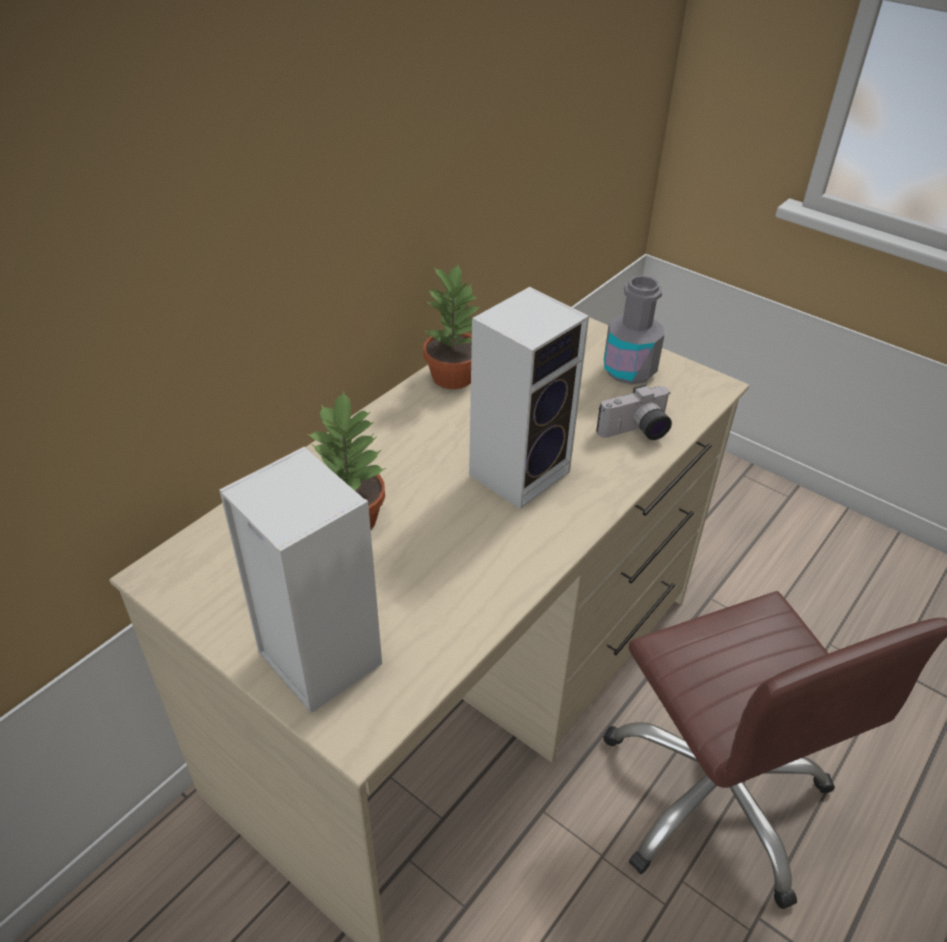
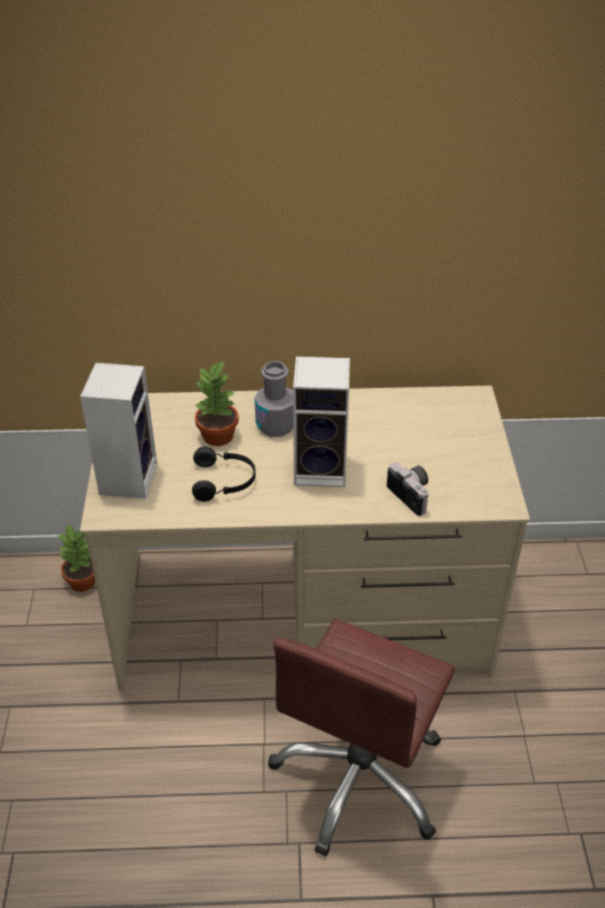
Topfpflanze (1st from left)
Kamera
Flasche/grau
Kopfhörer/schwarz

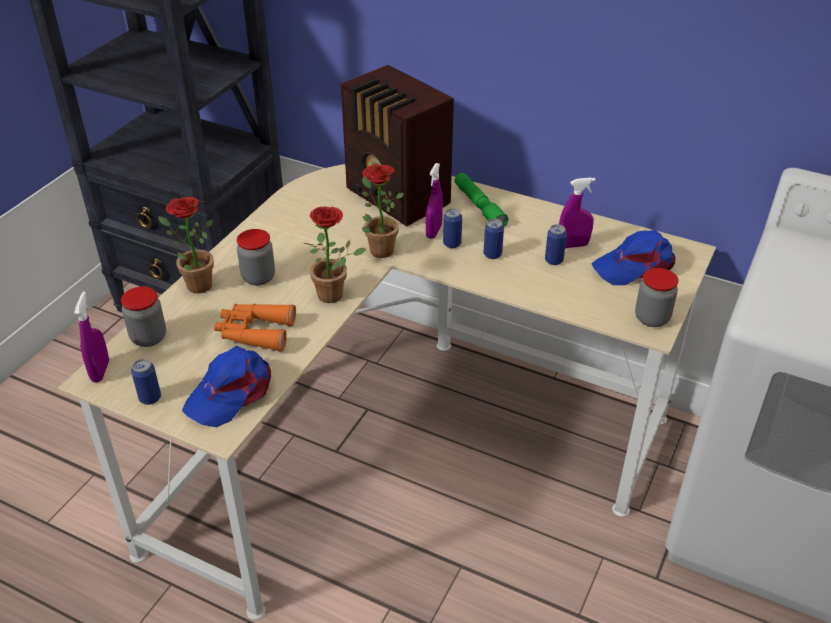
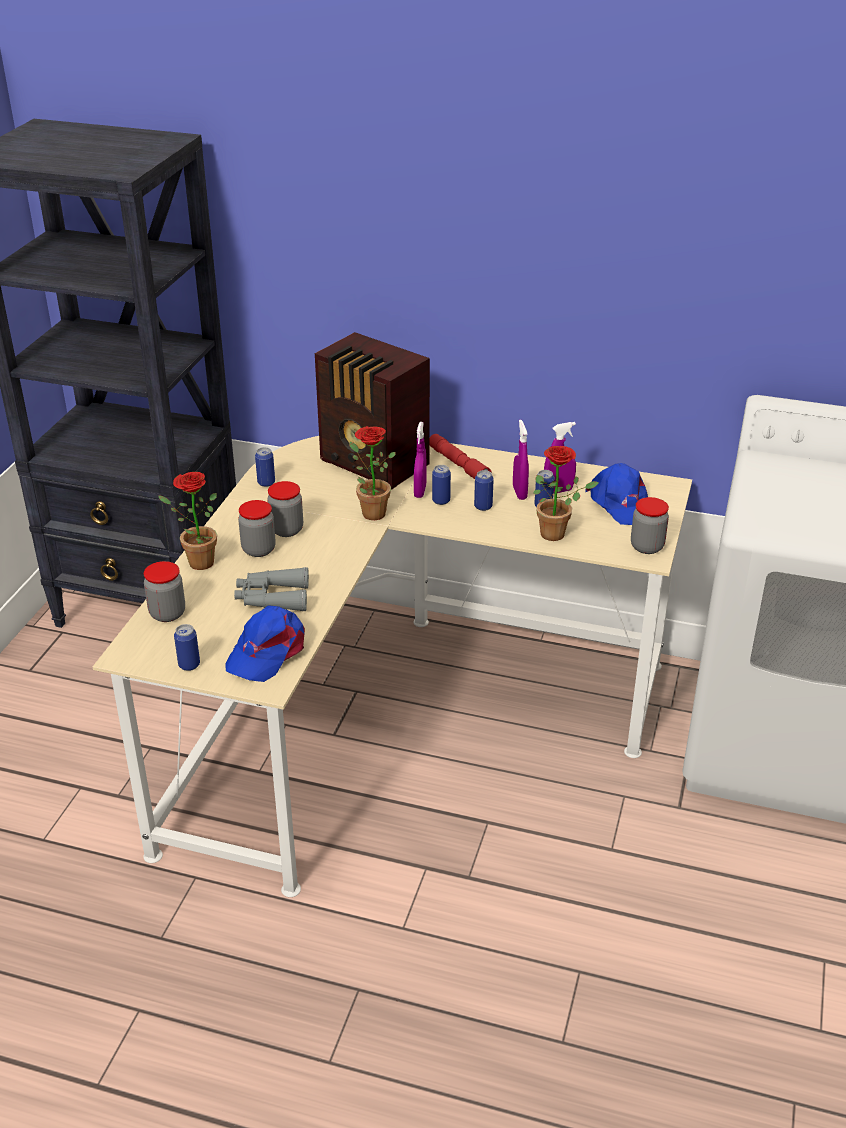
Sprühflasche/lila (2nd from left)
Fernglas/grau
Topfpflanze (3rd from left)
Taschenlampe/rot
Kappe/blau (2nd from left)
Dose (2nd from left)
Vorratsglas (3rd from left)

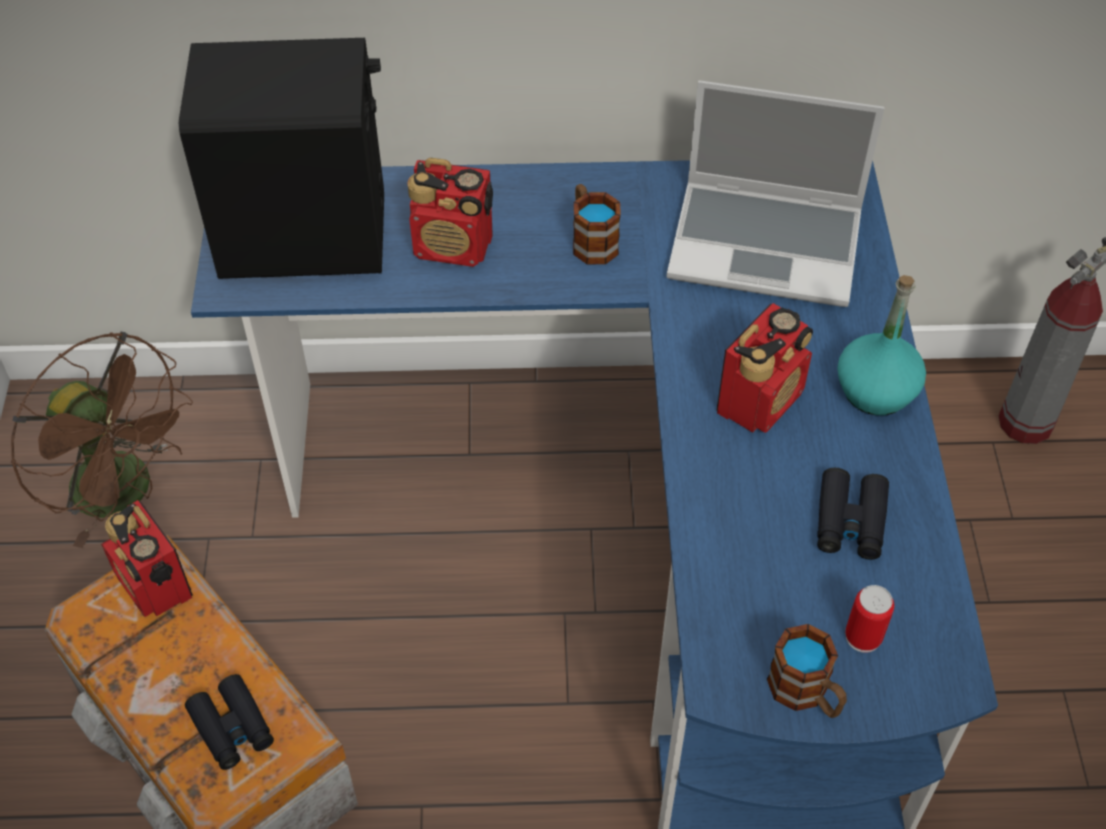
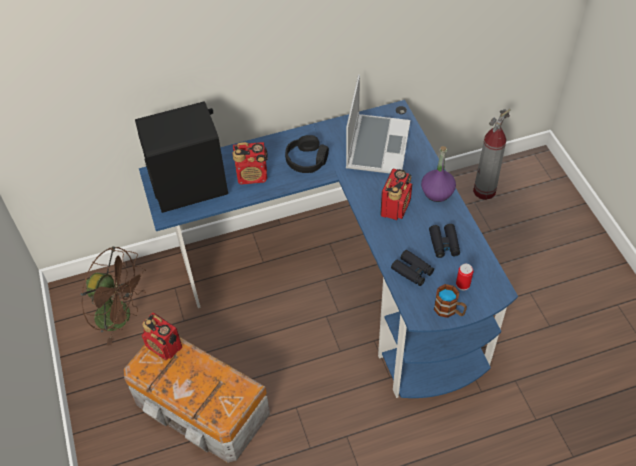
Fernglas/schwarz (1st from left)
Kopfhörer/schwarz
Laptop
Flasche/lila

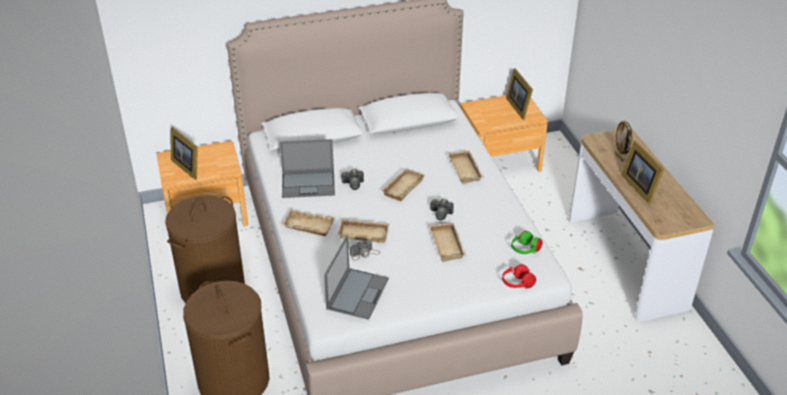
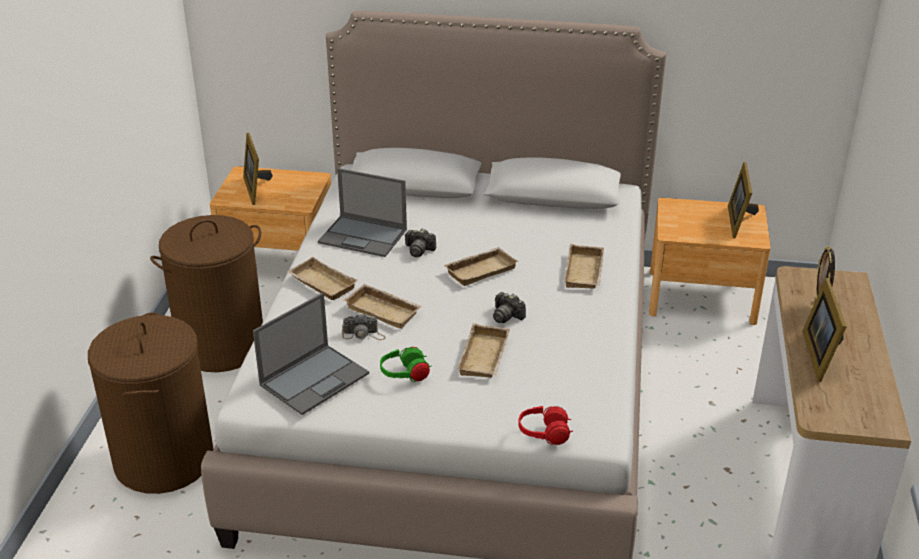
Kopfhörer/grün

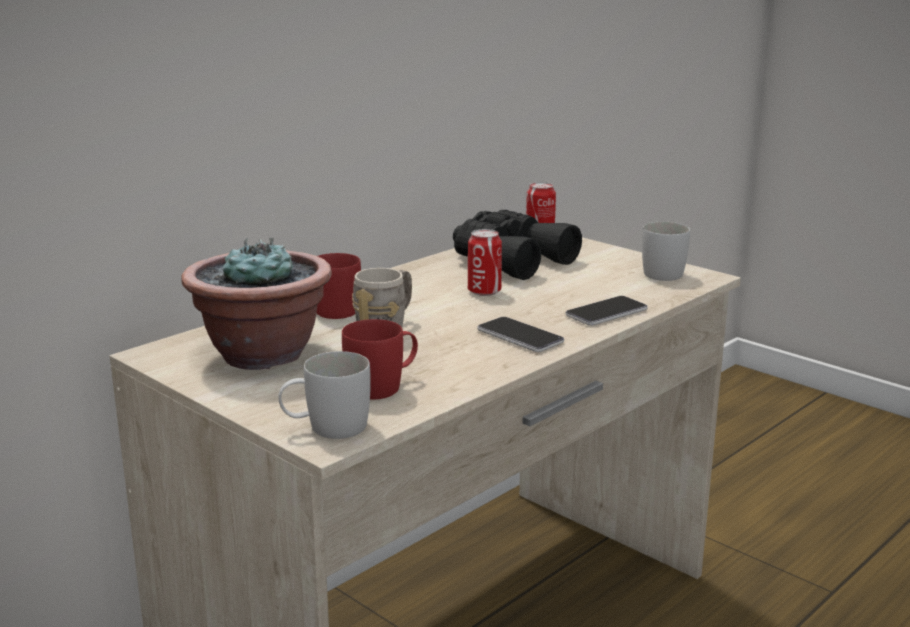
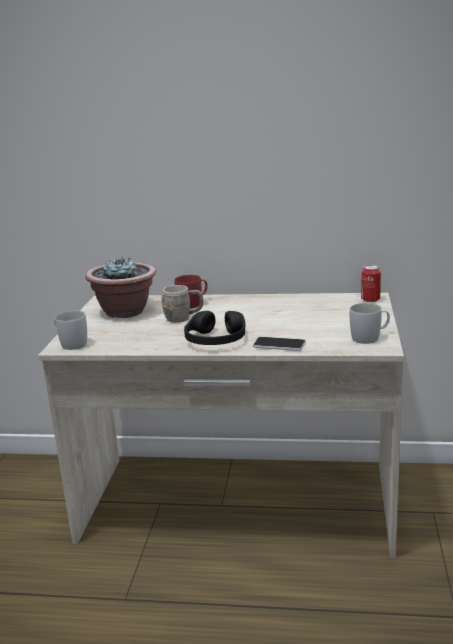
Henkelbecher/rot (2nd from left in the first image)
Fernglas/schwarz
Dose (1st from left in the first image)
Kopfhörer/schwarz

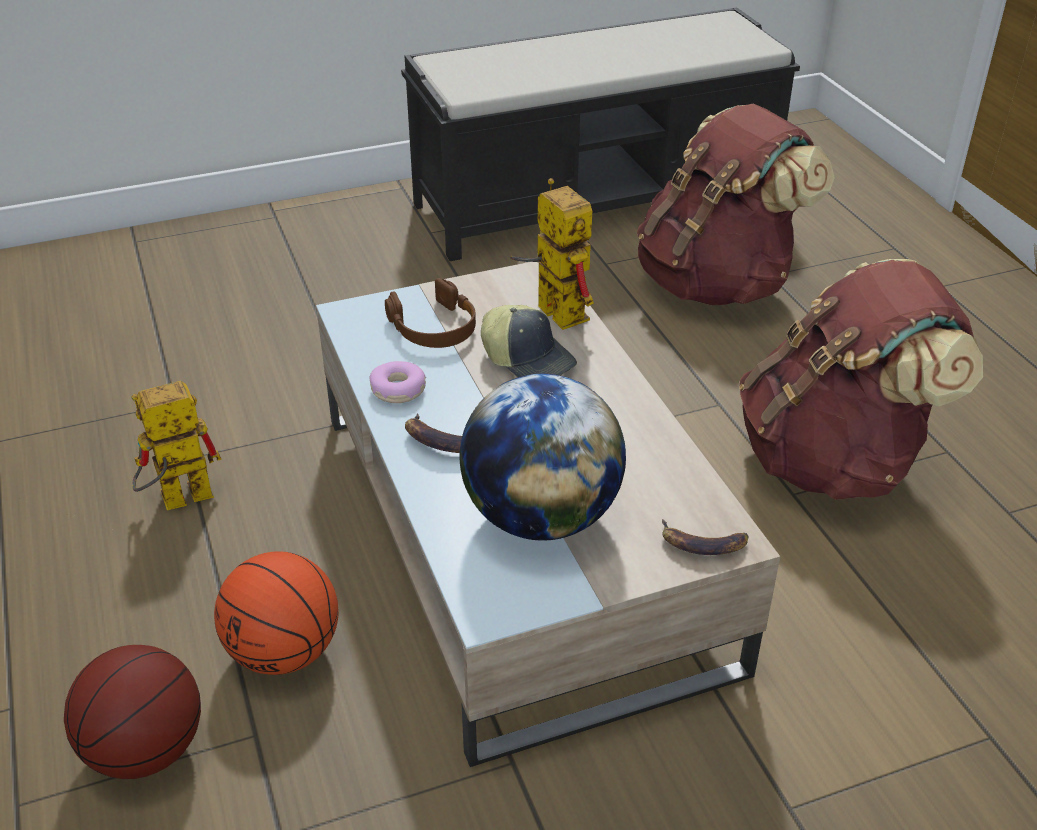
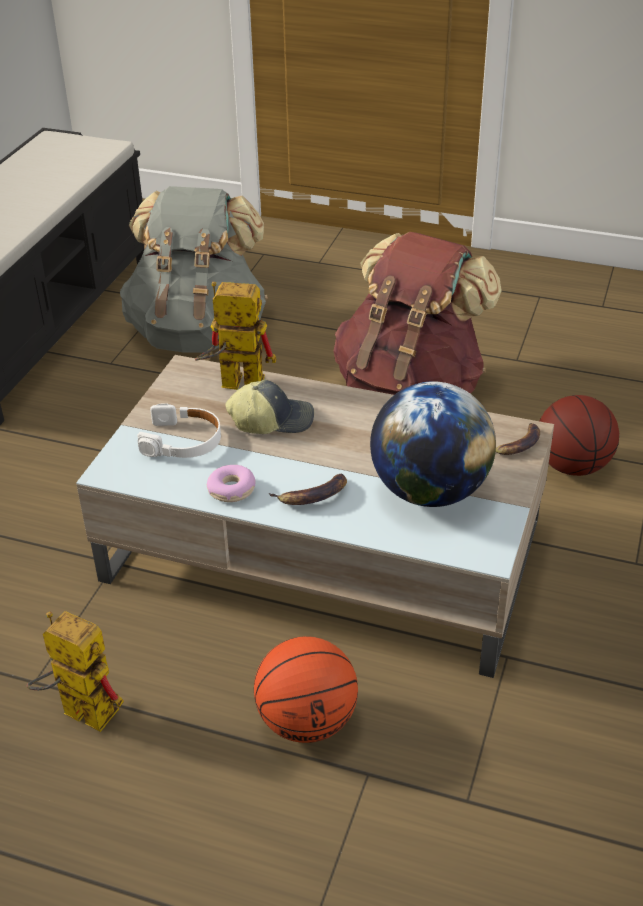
Basketball (2nd from left)
Spielzeugroboter (1st from left)
Kopfhörer/weiß
Rucksack/grau

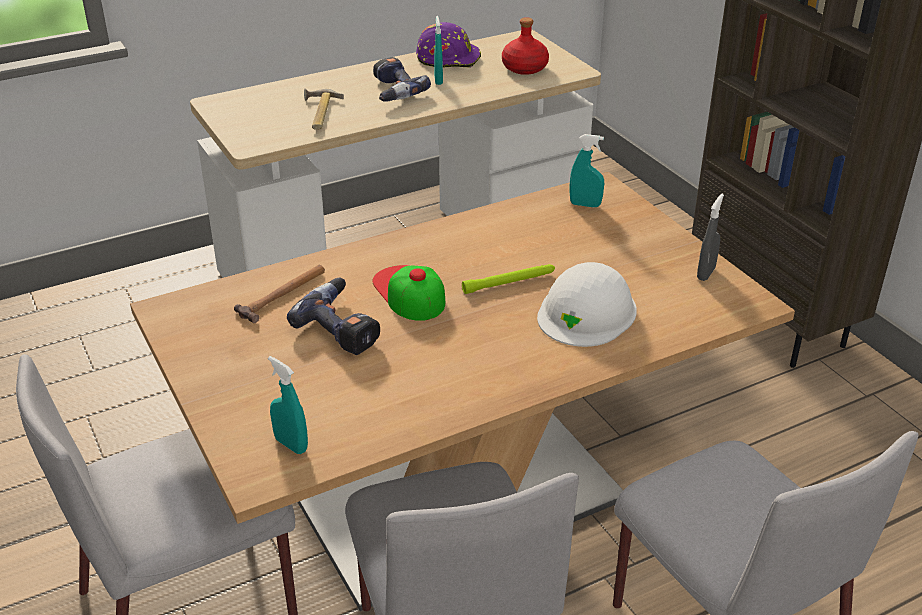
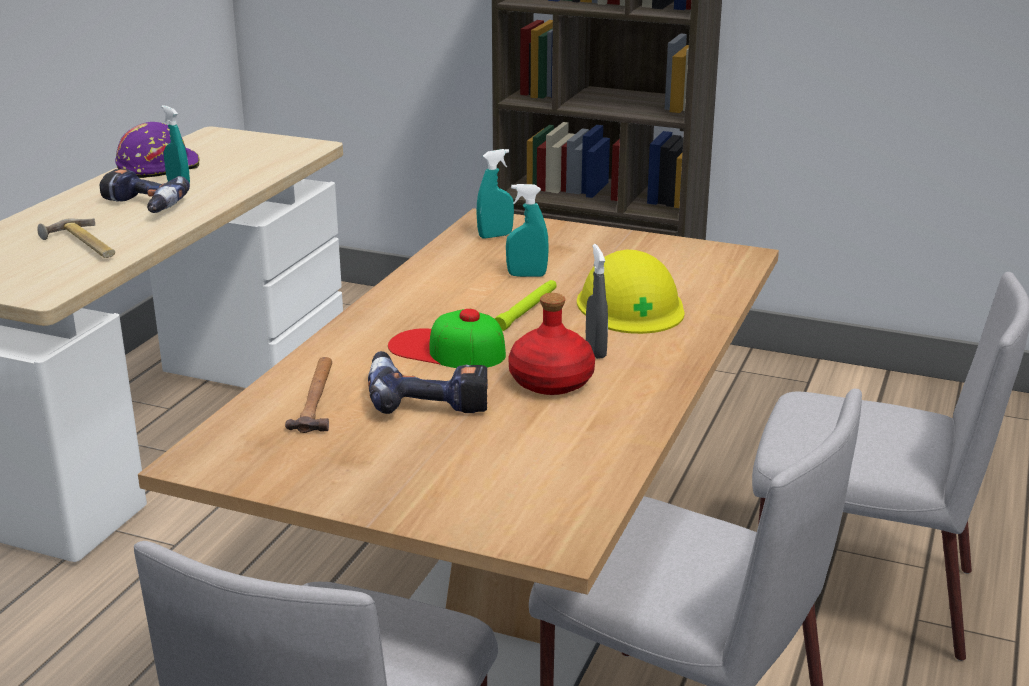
Sprühflasche/türkis (3rd from left)
Flasche/rot
Schutzhelm/gelb
Sprühflasche/grau

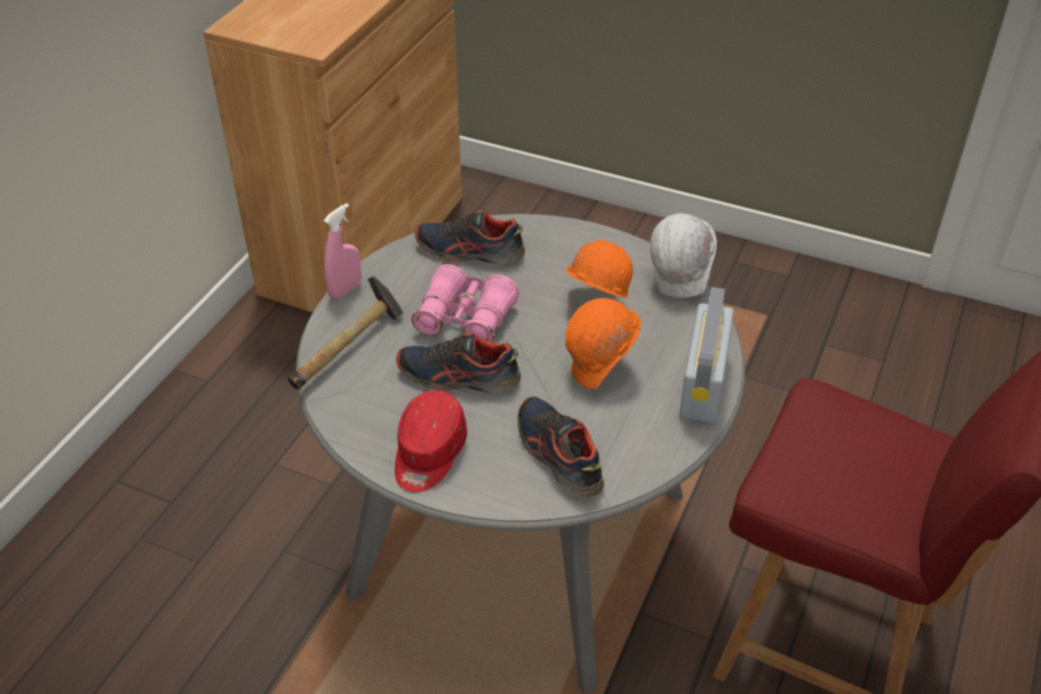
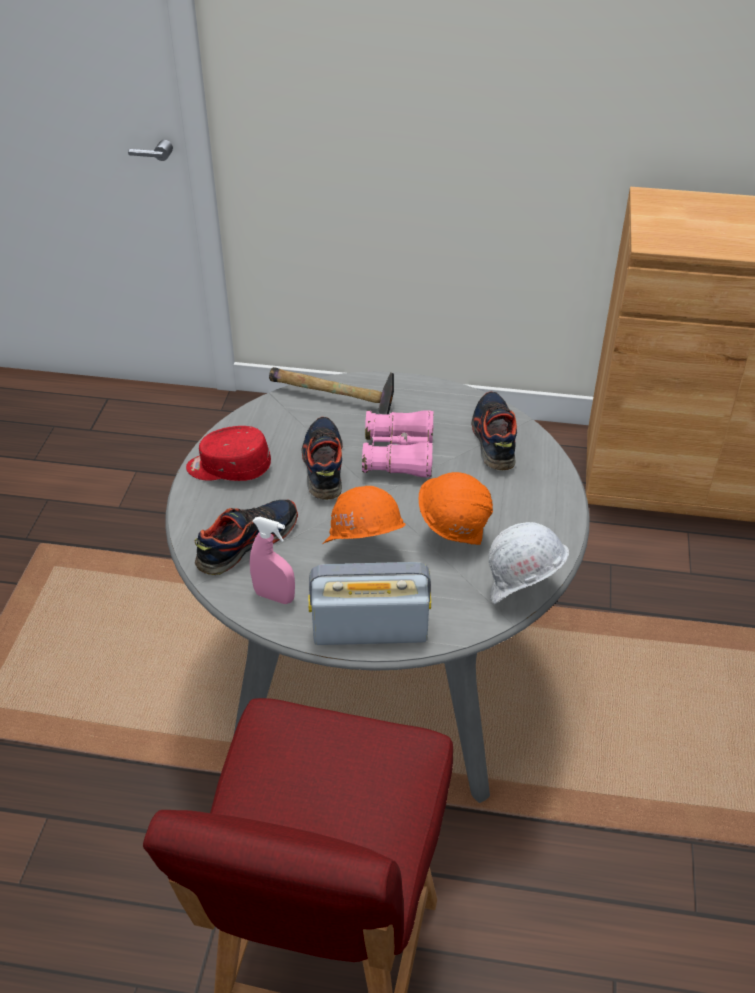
Sprühflasche/rosa

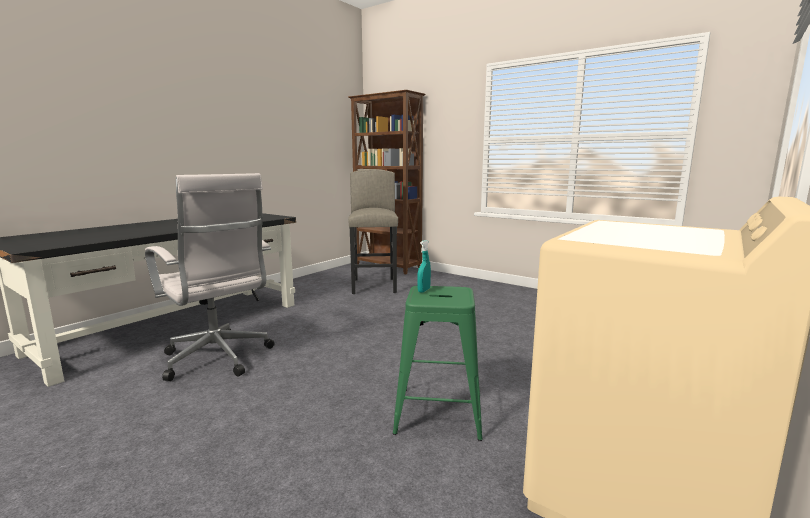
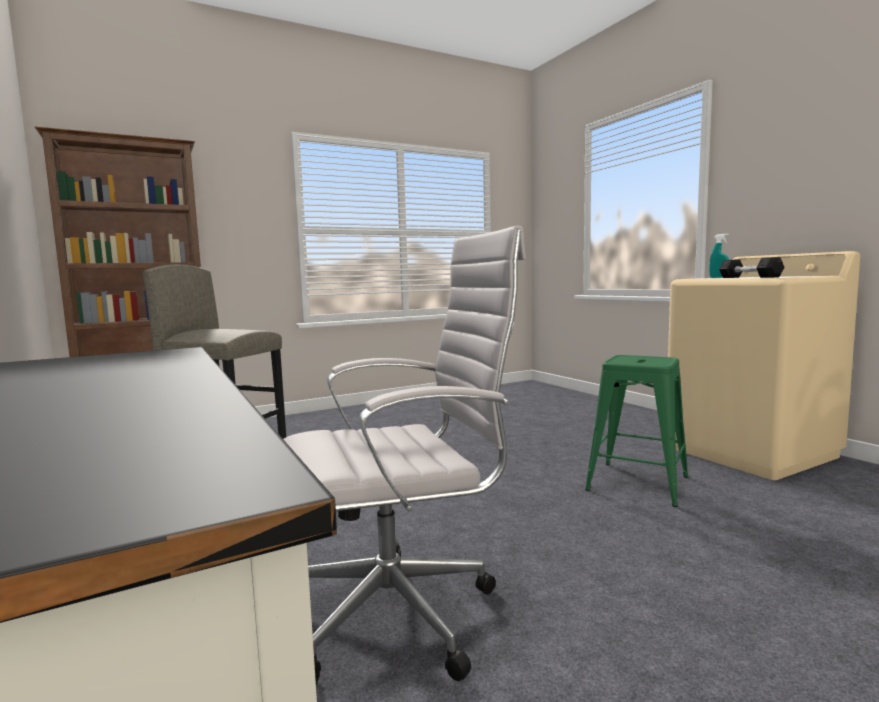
Sprühflasche/türkis
Hantel/schwarz

